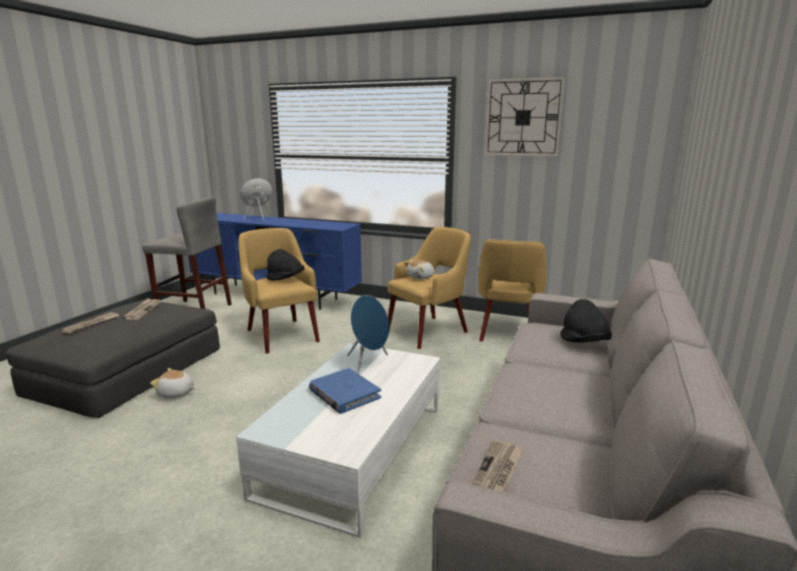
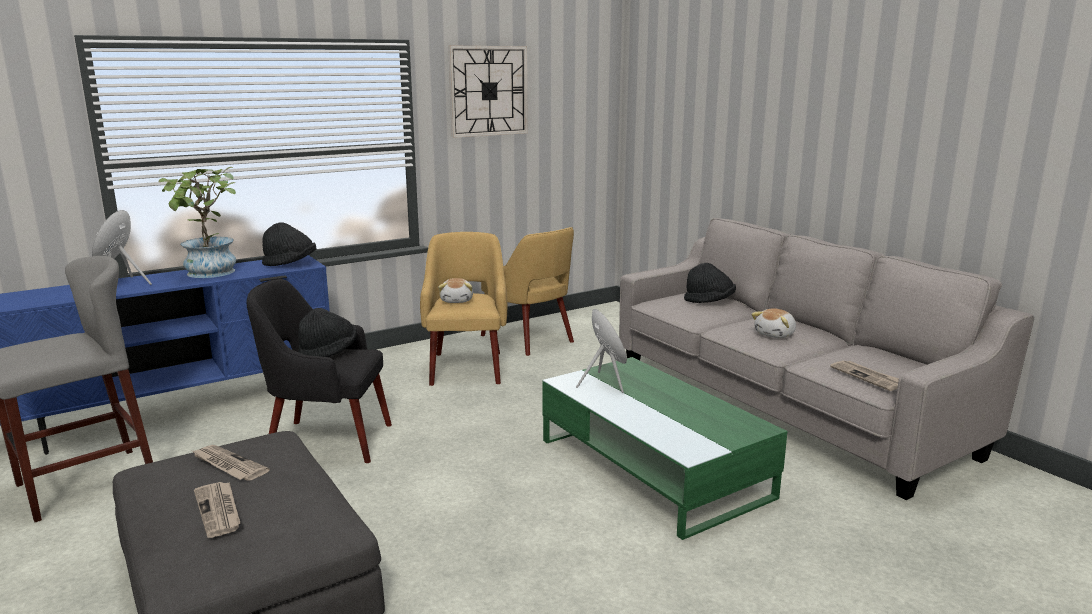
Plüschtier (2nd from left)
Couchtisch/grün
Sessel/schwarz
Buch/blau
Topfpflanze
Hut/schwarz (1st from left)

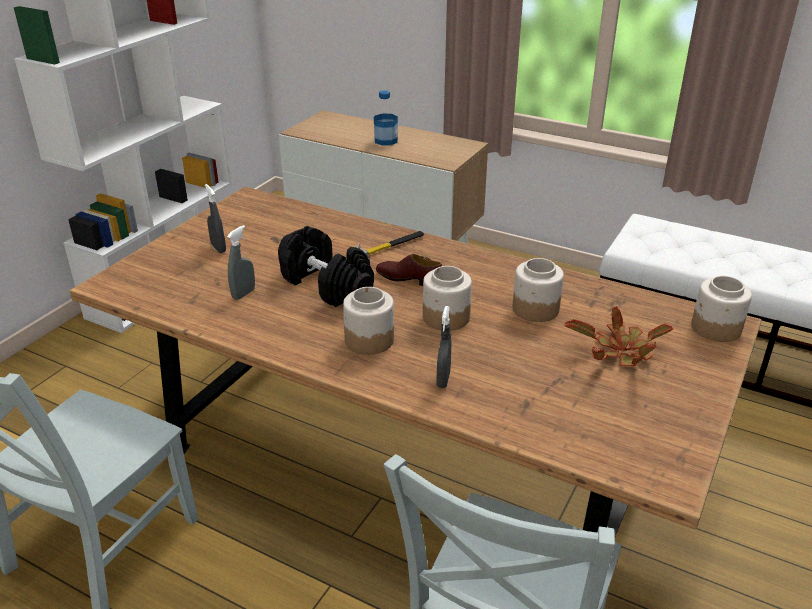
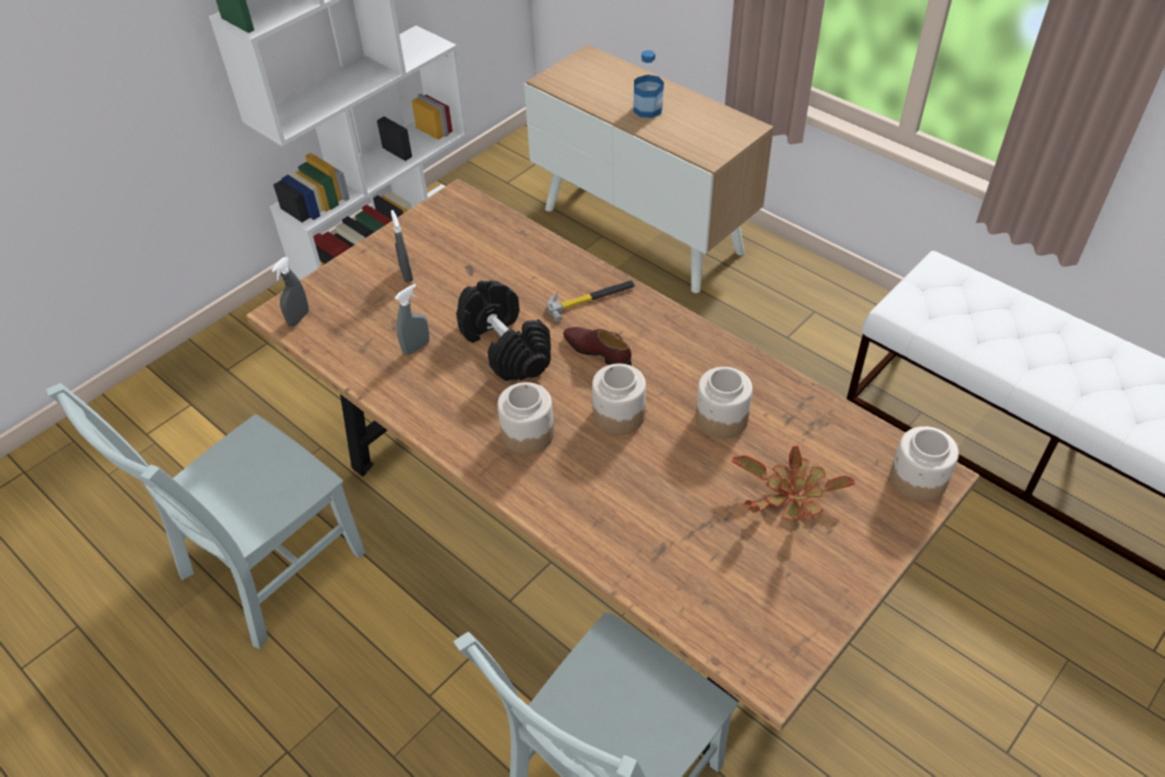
Sprühflasche/grau (1st from left)

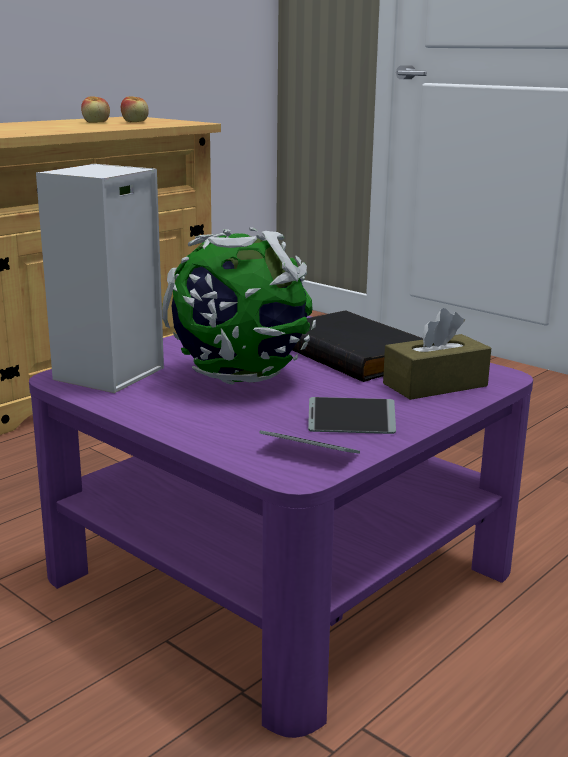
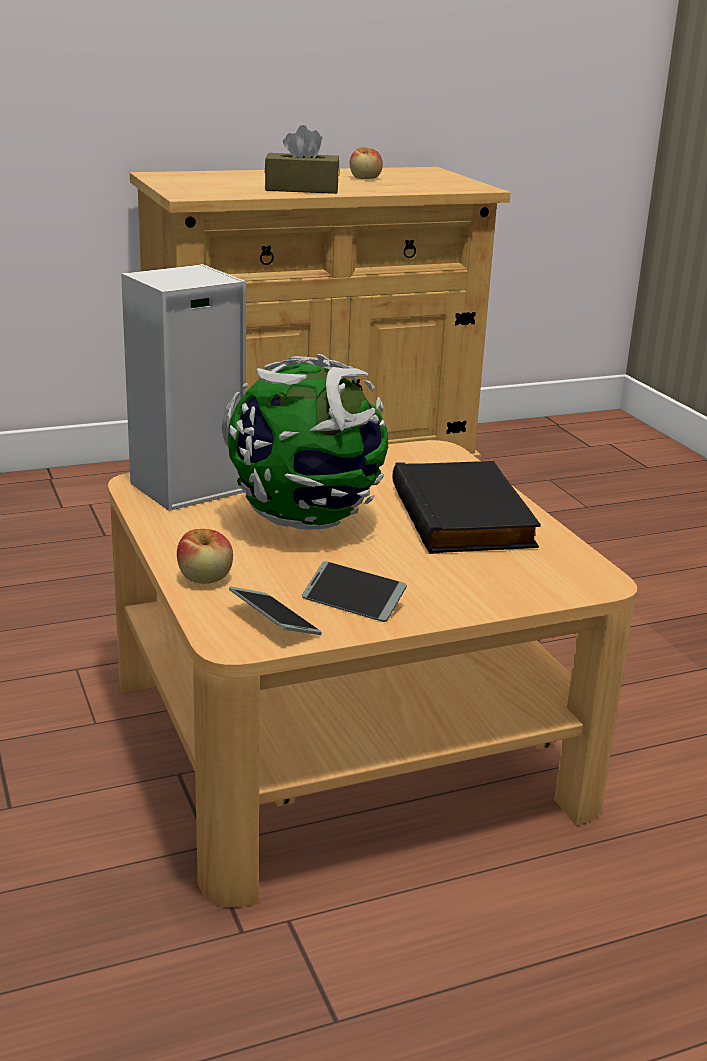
Couchtisch/beige
Apfel (1st from left)
Taschentuchbox/braun

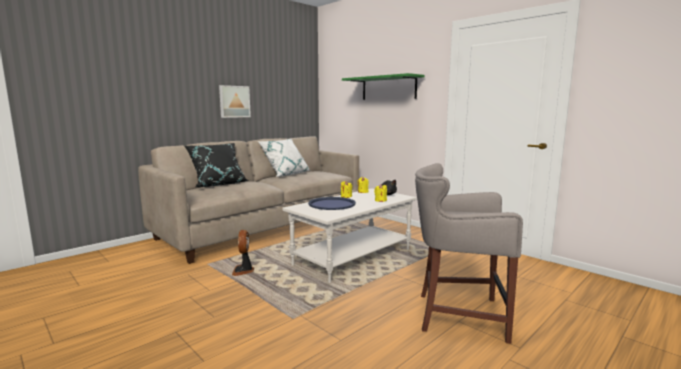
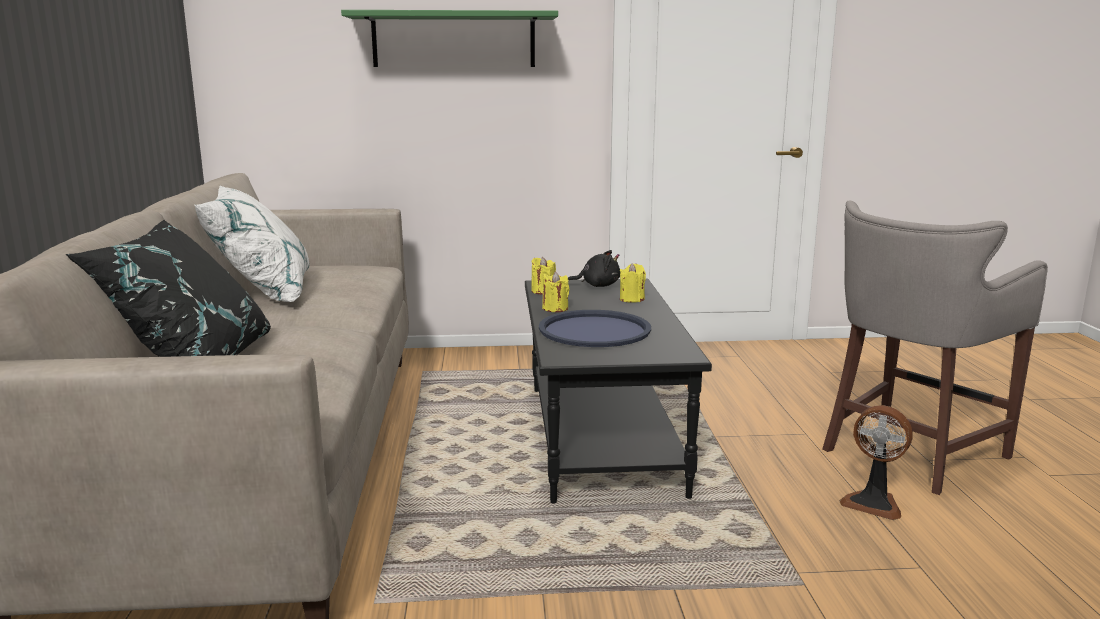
Bild
Ventilator
Couchtisch/schwarz

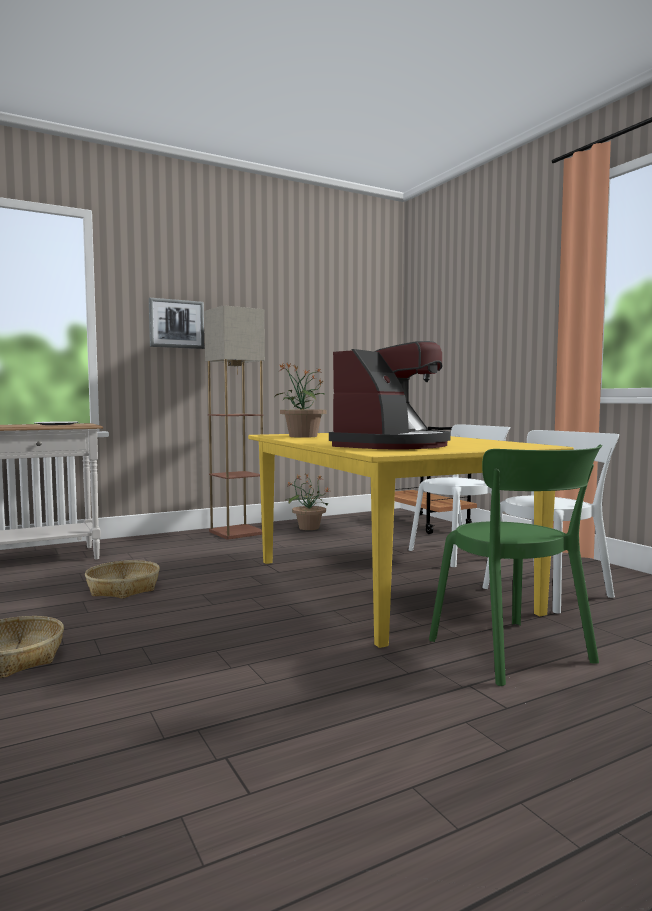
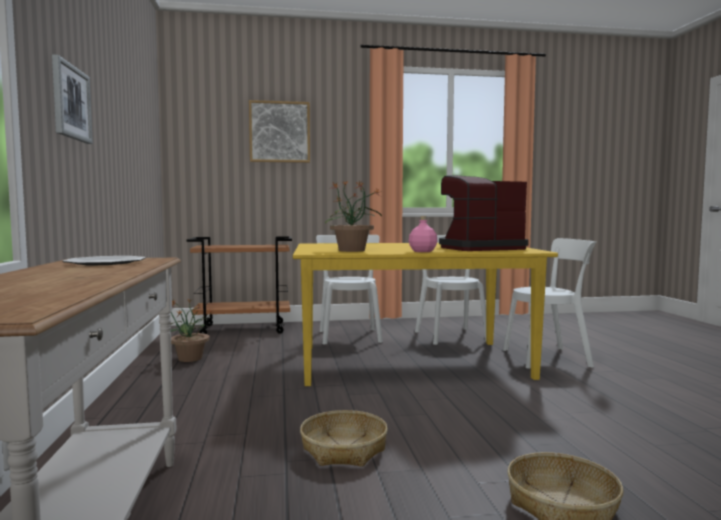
Stehlampe
Kaffeemaschine
Stuhl/weiß (3rd from left)
Bild (2nd from left)
Flasche/rosa

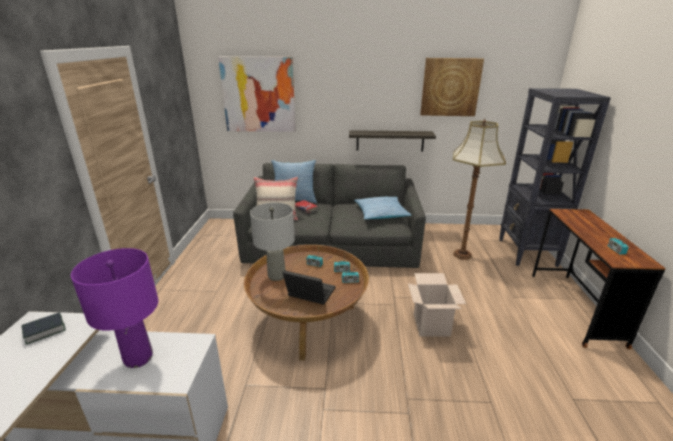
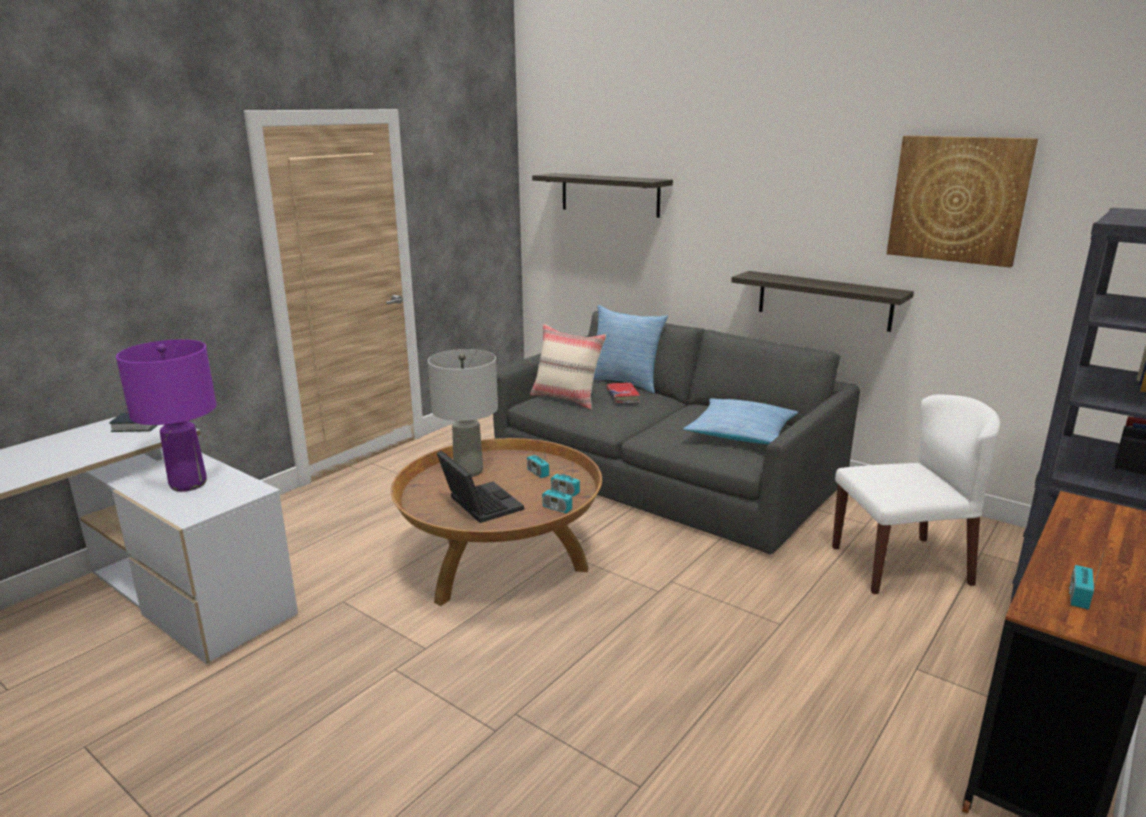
Wandregal (1st from left)
Karton
Stuhl/weiß

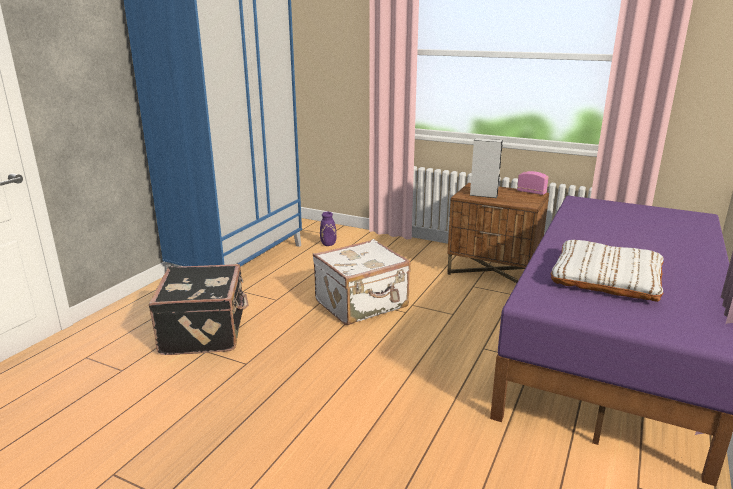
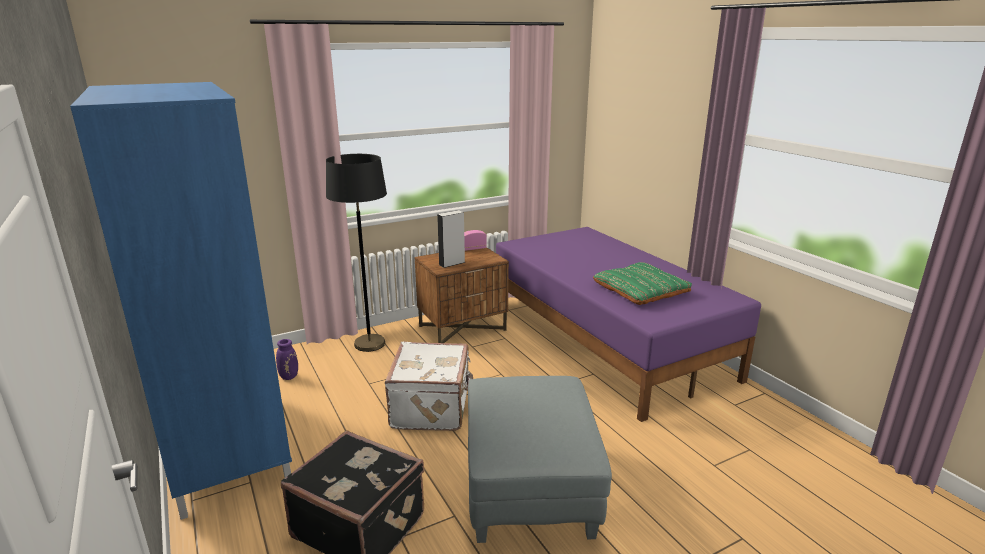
Kissen/grün
Stehlampe/schwarz
Polsterhocker/grau

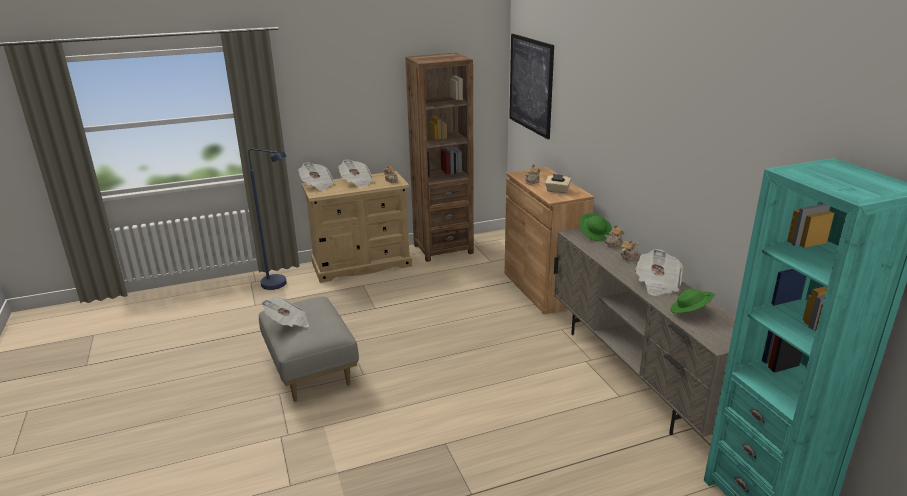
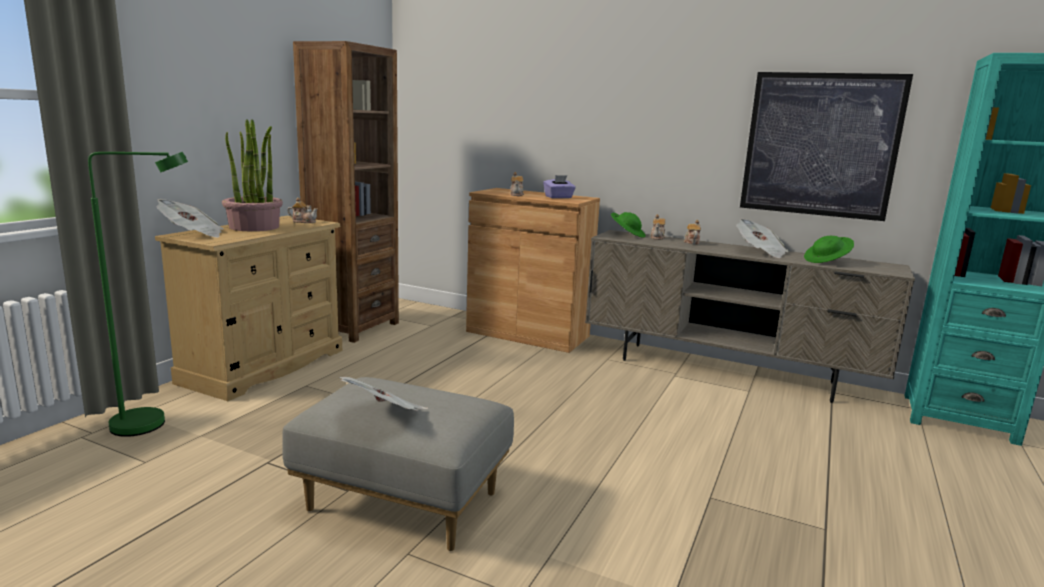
Stehlampe/grün
Topfpflanze
Bild
Taschentuchbox/lila

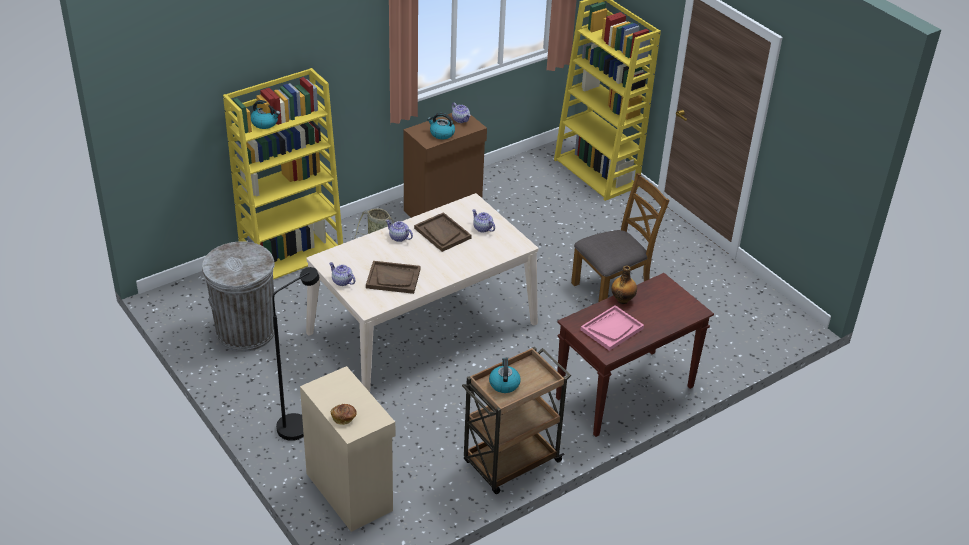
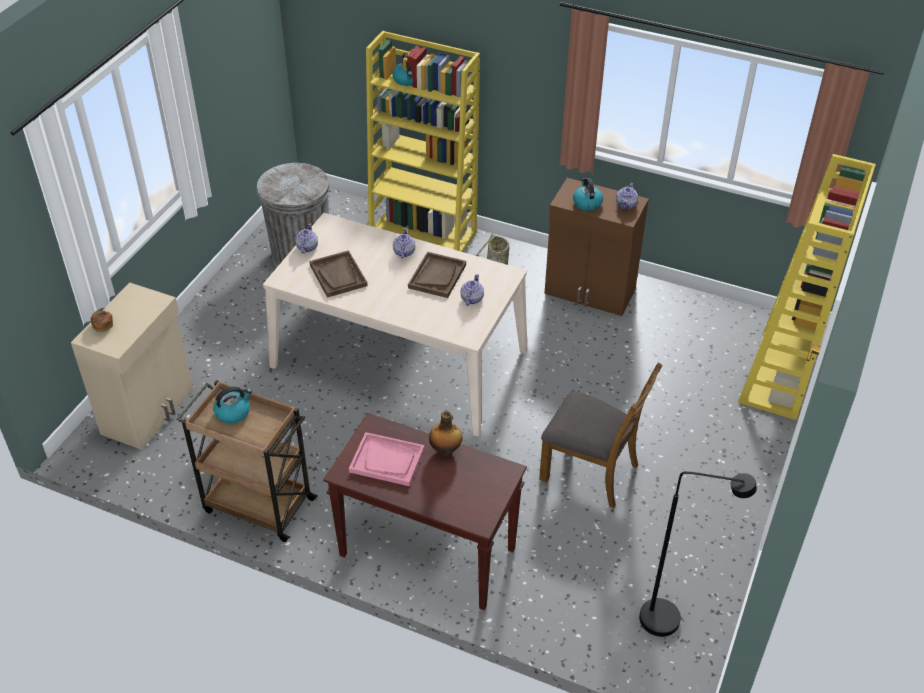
Stehlampe/schwarz

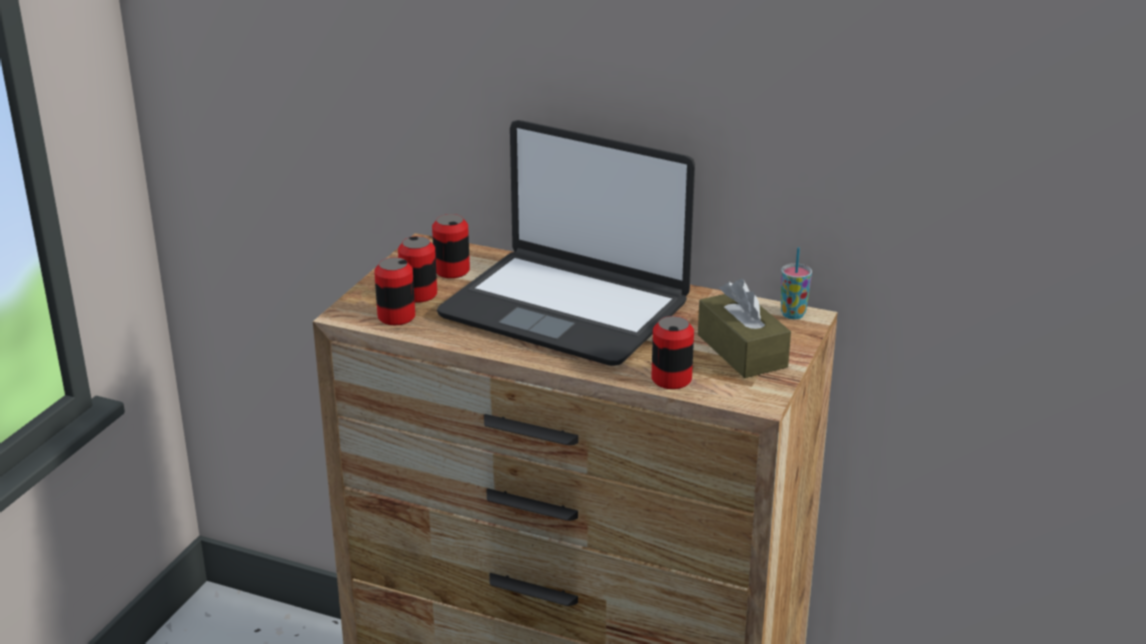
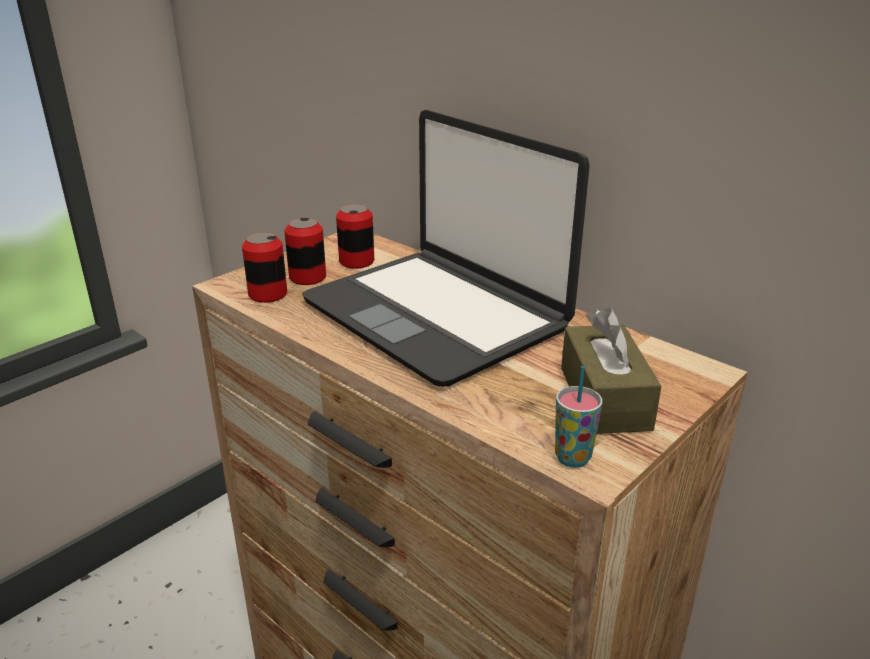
Dose (4th from left in the first image)
Tasse

